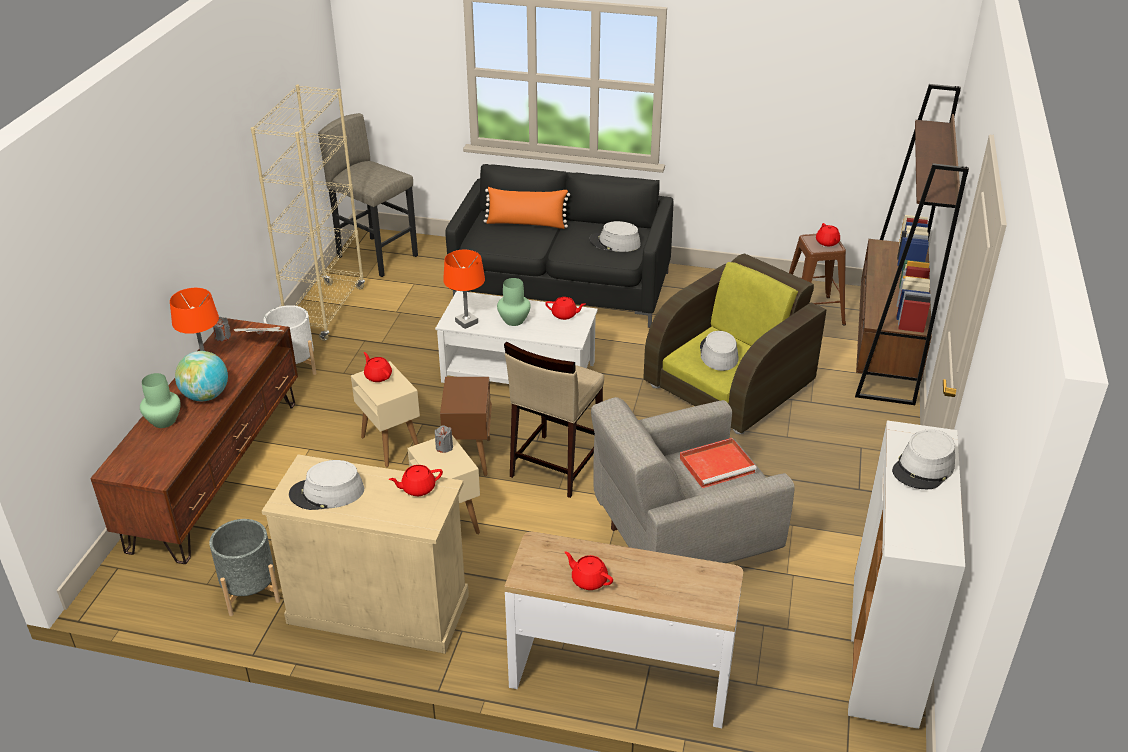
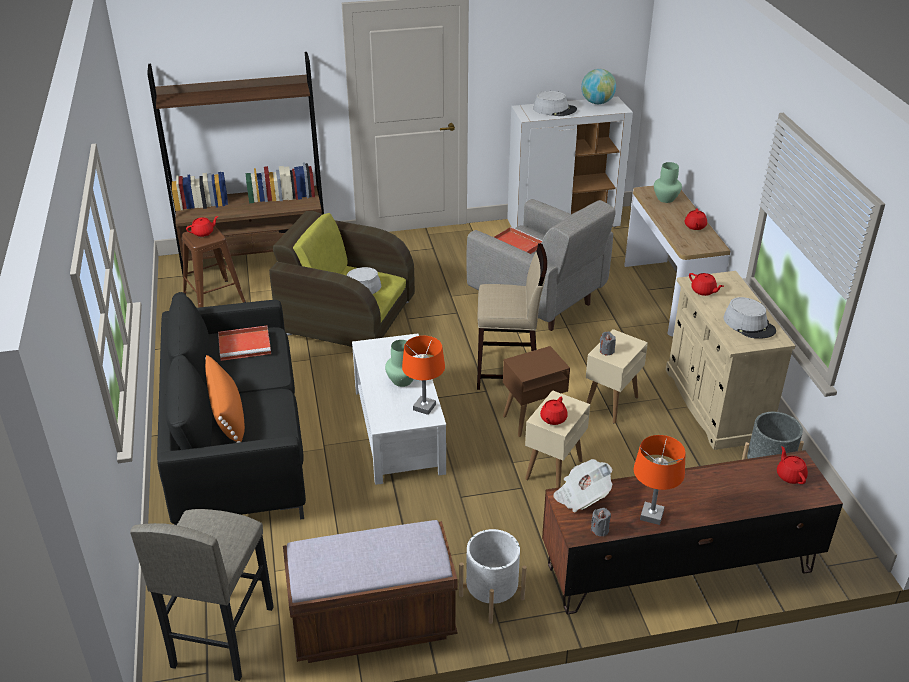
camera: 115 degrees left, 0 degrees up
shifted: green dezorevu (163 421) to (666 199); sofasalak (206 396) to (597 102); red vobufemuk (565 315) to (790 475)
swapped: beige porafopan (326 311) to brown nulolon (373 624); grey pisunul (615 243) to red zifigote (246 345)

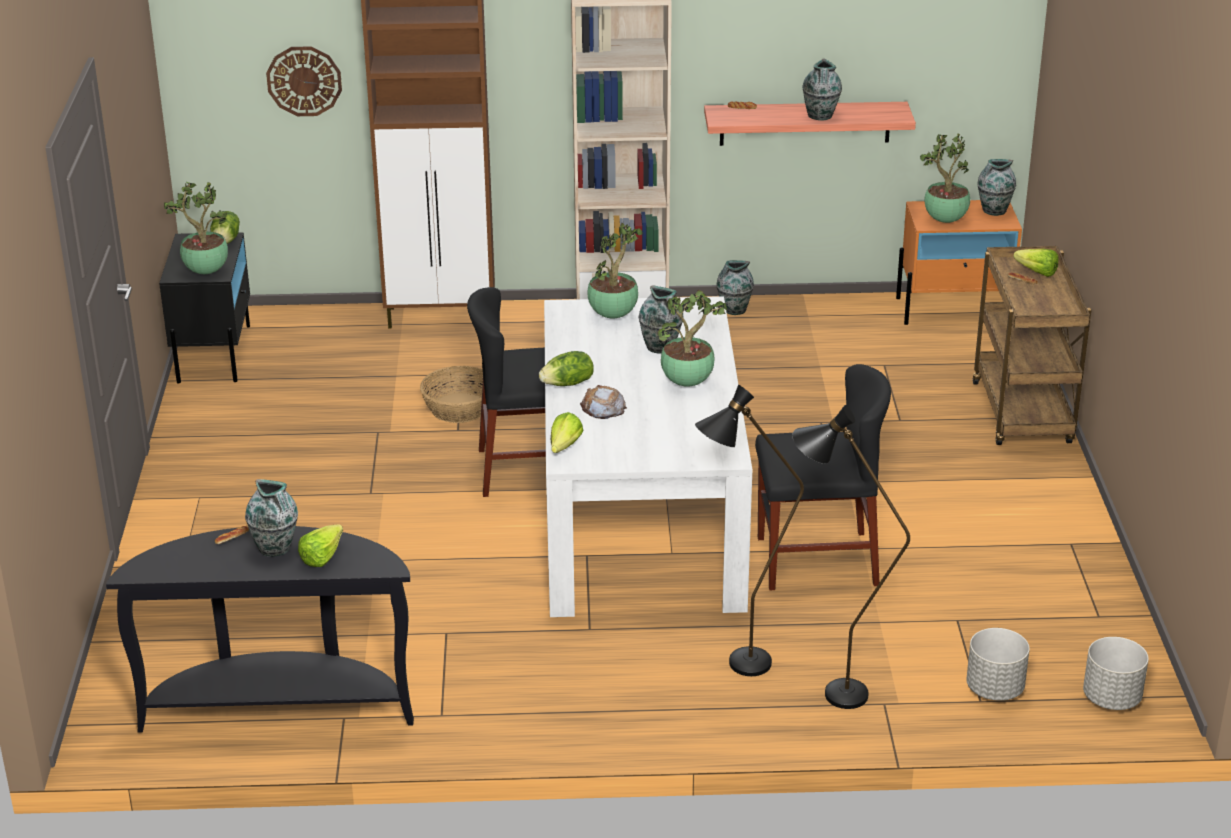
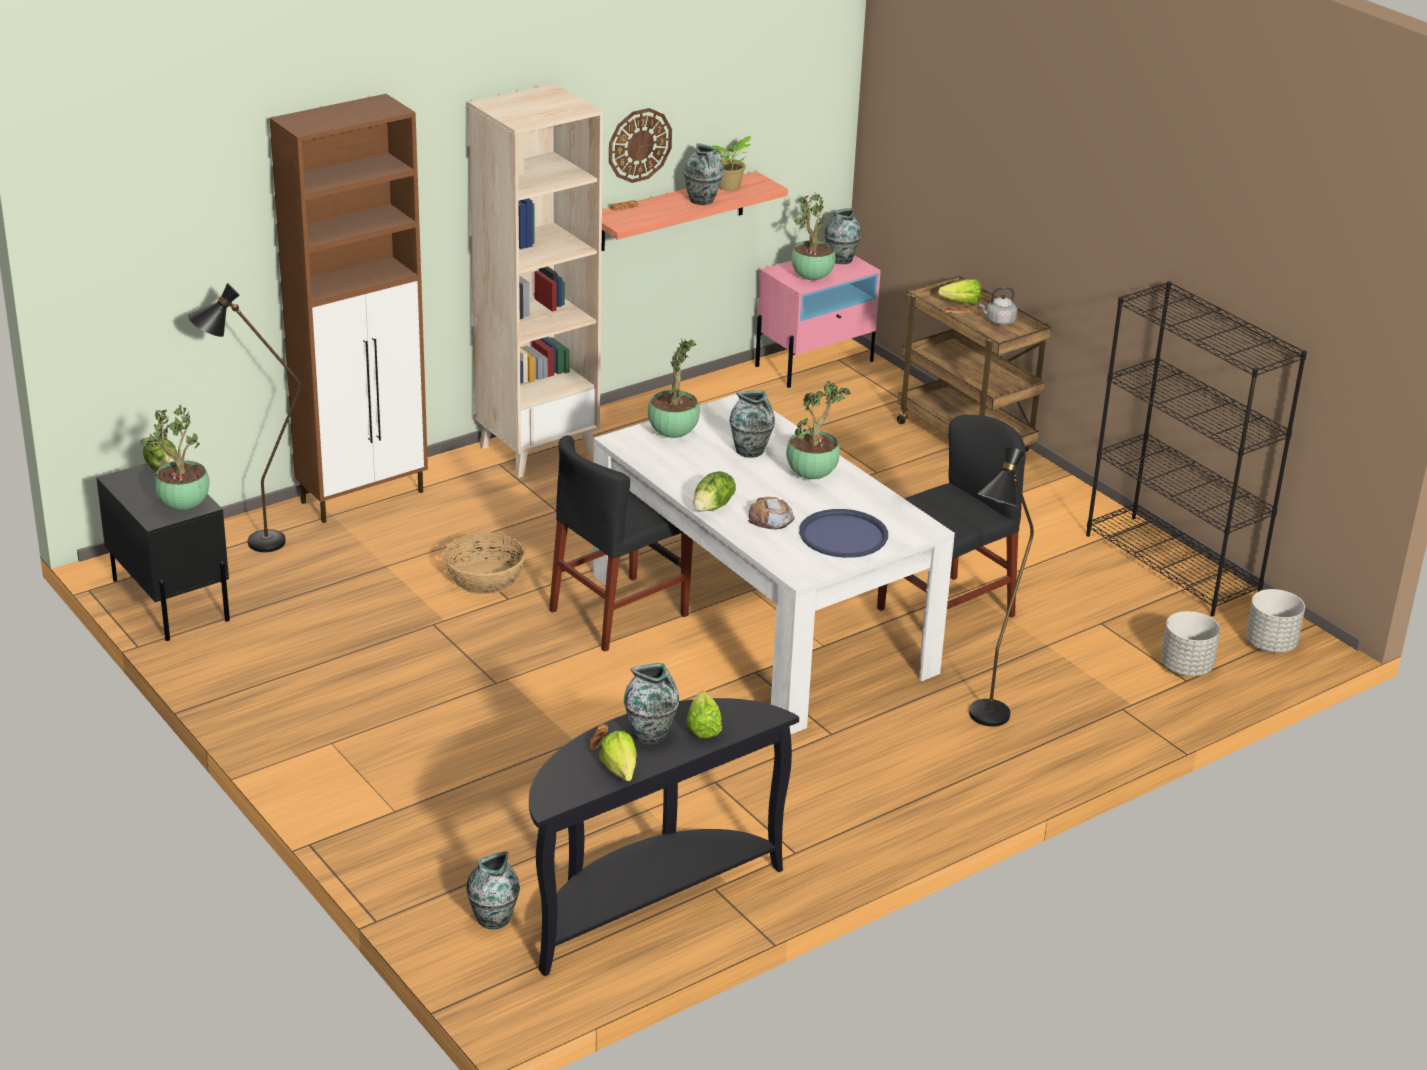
camera: 35 degrees left, 0 degrees up
new: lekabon (729 187); blue zifigote (843 535); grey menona (998 321); black porafopan (1173 565)
shifted: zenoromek (304 81) to (639 145); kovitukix (562 449) to (620 774); dezorevu (734 310) to (493 919); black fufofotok (829 693) to (252 545)
repainted: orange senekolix (955 310) to pink senekolix (815 363)

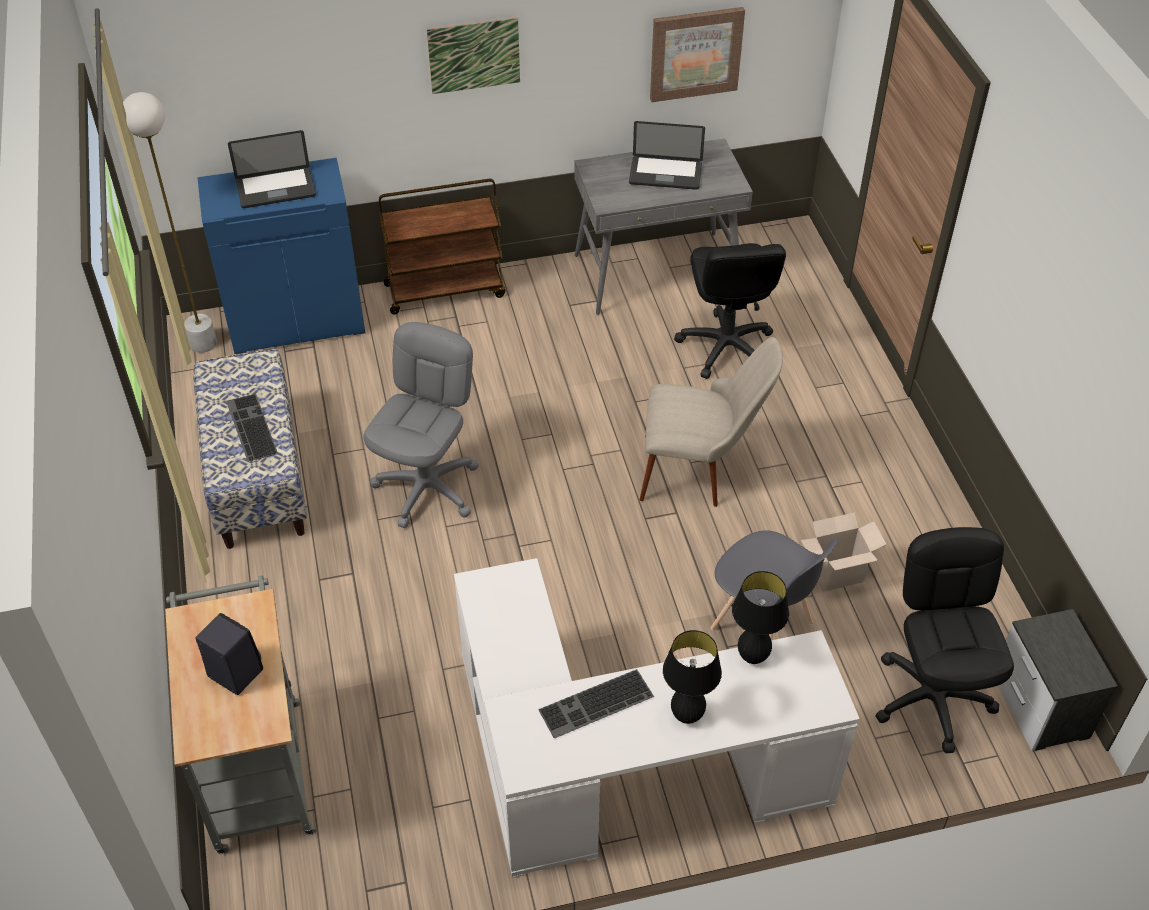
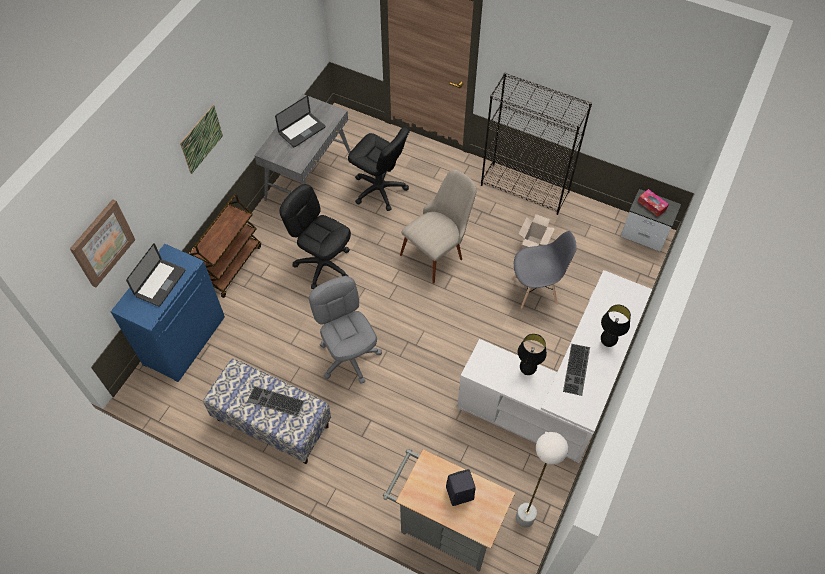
camera: 50 degrees left, 10 degrees up
new: black porafopan (525 188); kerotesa (652 205)
shifted: white fufofotok (203 343) to (524 518); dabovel (695 53) to (102 243); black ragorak (752 657) to (527 371); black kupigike (932 698) to (323 264)

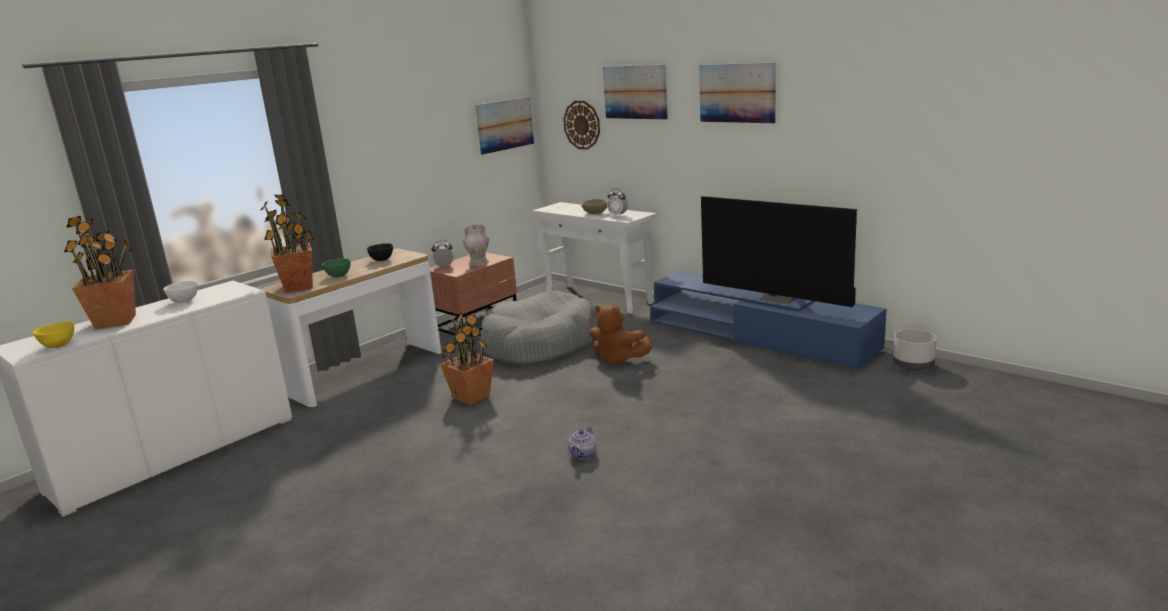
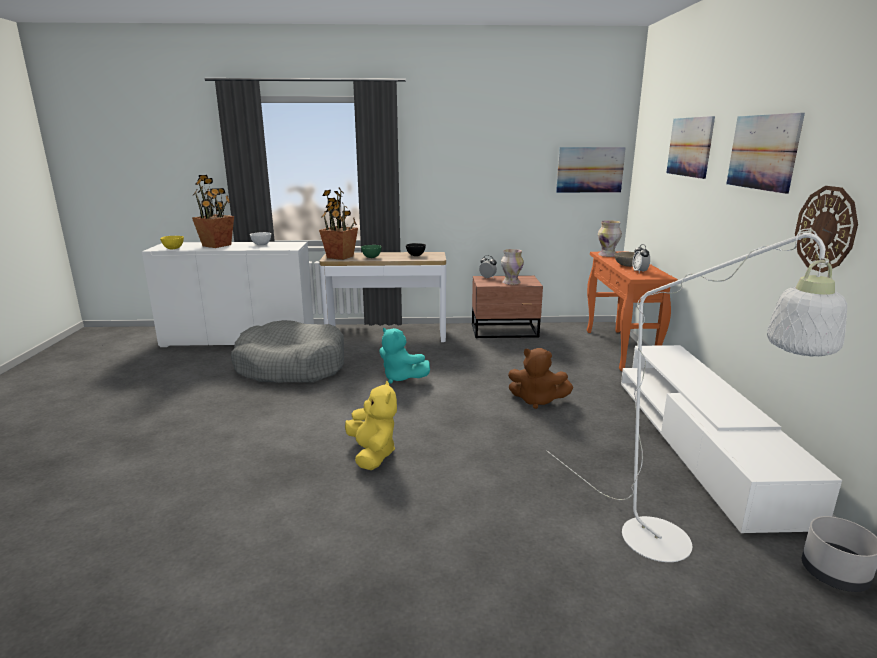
camera: 45 degrees right, 0 degrees up
gone: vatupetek (778 298)
new: white fufofotok (671 549); dezorevu (607 255)
shifted: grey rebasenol (539 344) to (291 366); zenoromek (582 125) to (826 229)
swapped: lekabon (471 396) to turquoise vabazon (401 378); vobufemuk (583 454) to yellow vabazon (372 454)
repainted: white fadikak (599 299) to orange fadikak (620 349); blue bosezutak (758 336) to white bosezutak (699 442)
rotated: brown vabazon (617 359) = (537 400) 60 degrees counterclockwise

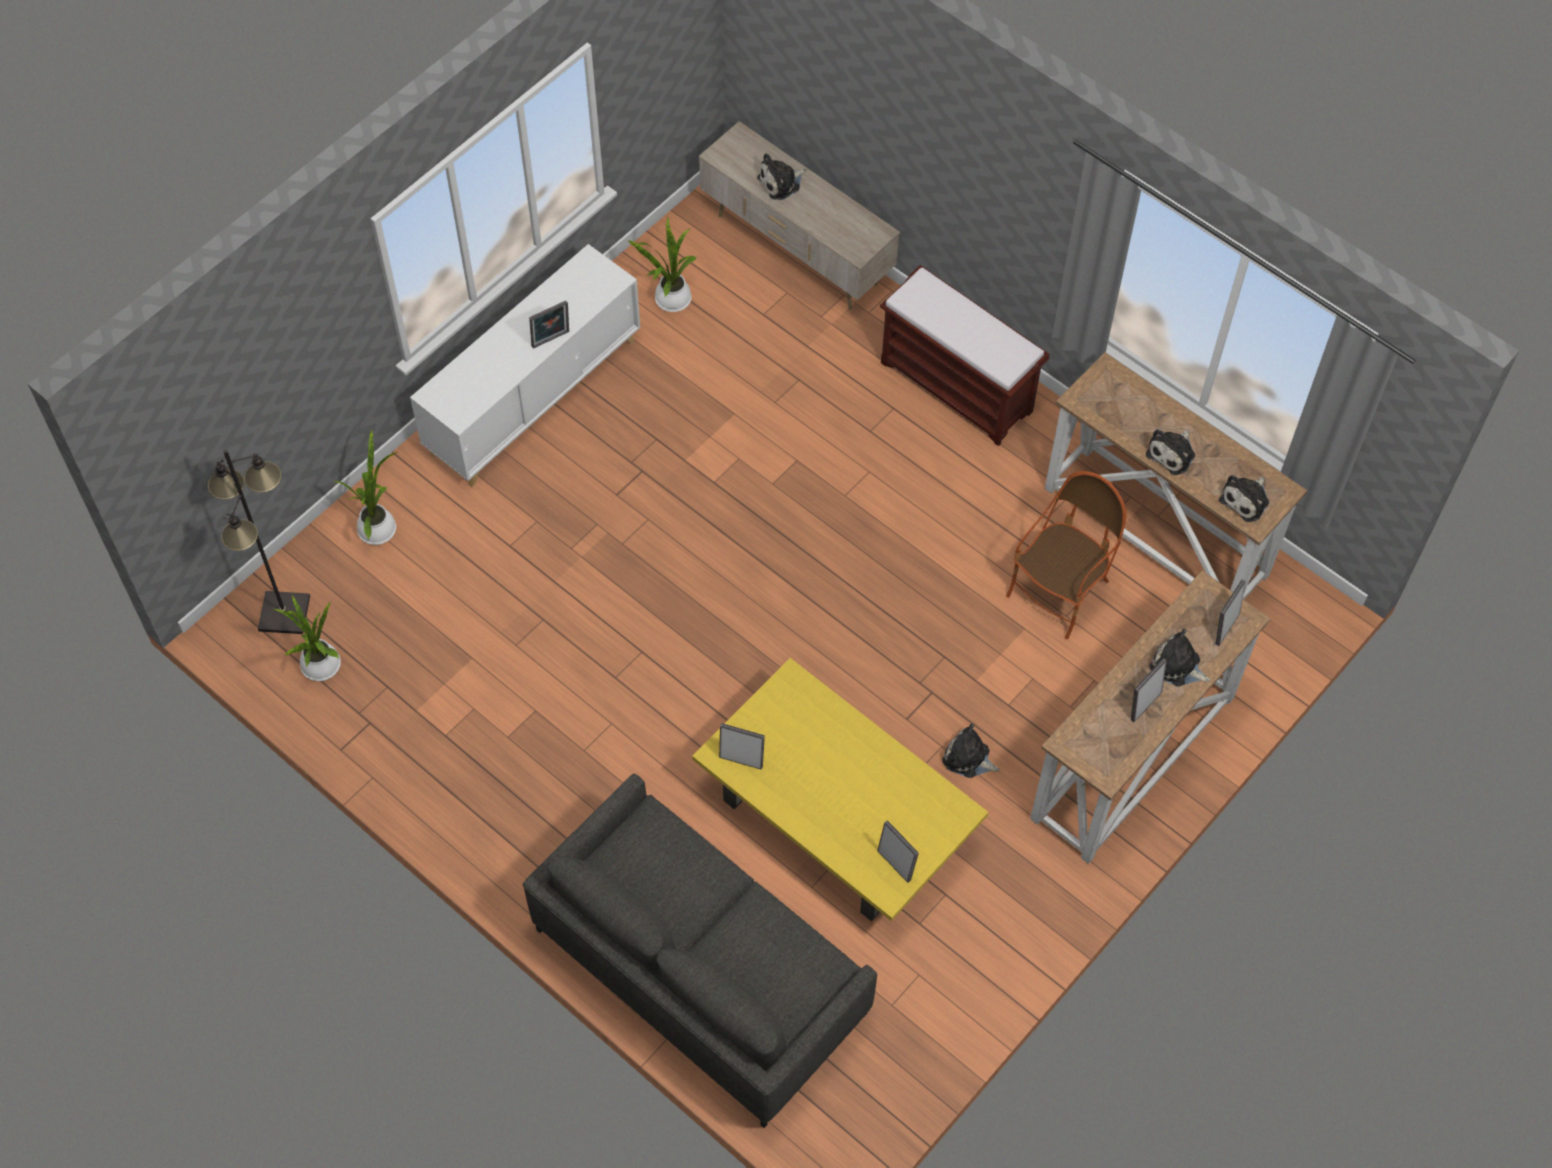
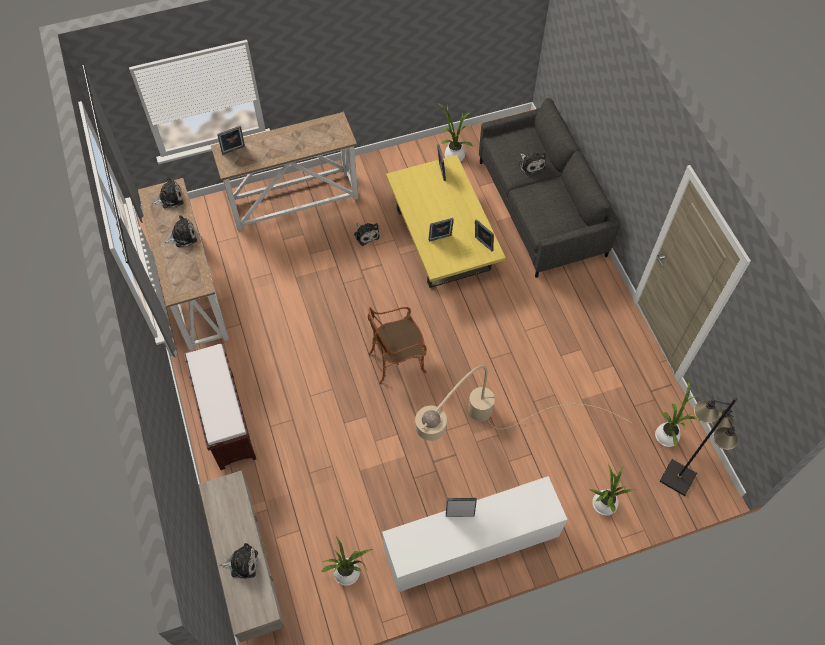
camera: 150 degrees left, 0 degrees up
new: beige fufofotok (476 440); lekabon (453 154)
shifted: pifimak (1059 592) to (397 360); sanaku (1143 704) to (440 239); vabazon (1177 666) to (531 164)

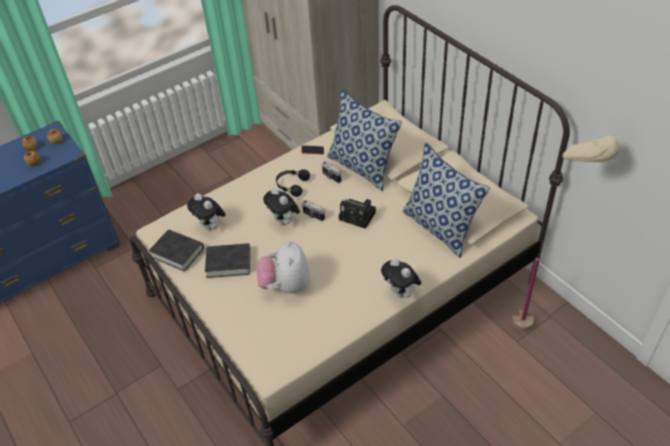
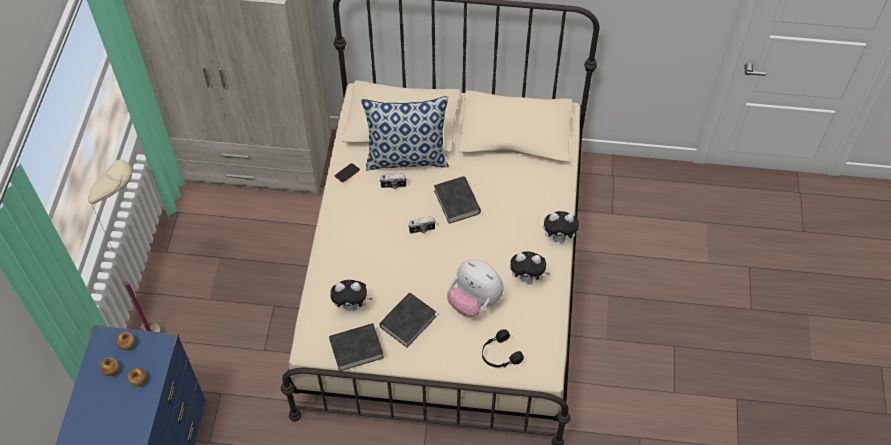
camera: 50 degrees left, 10 degrees up
gone: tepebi (440 228)
shifted: vabazon (284 221) to (527 278); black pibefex (291 185) to (499 354); beige fufofotok (538 321) to (163 322)
swapped: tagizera (359 216) to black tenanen (457 202)

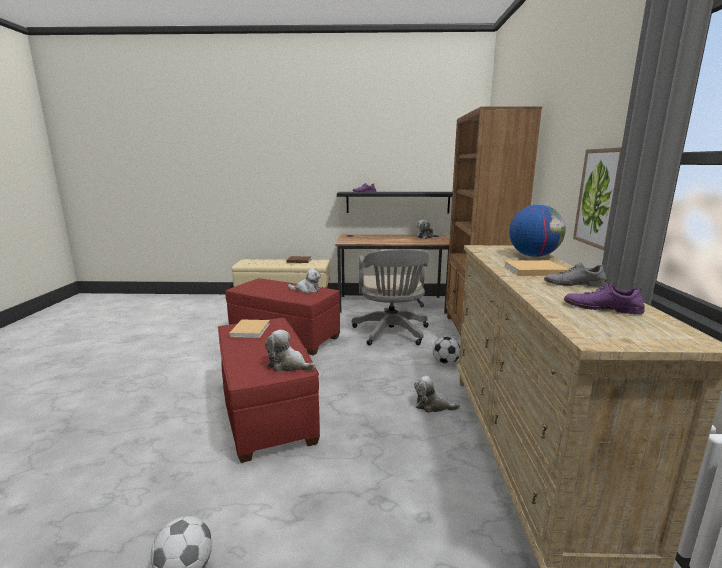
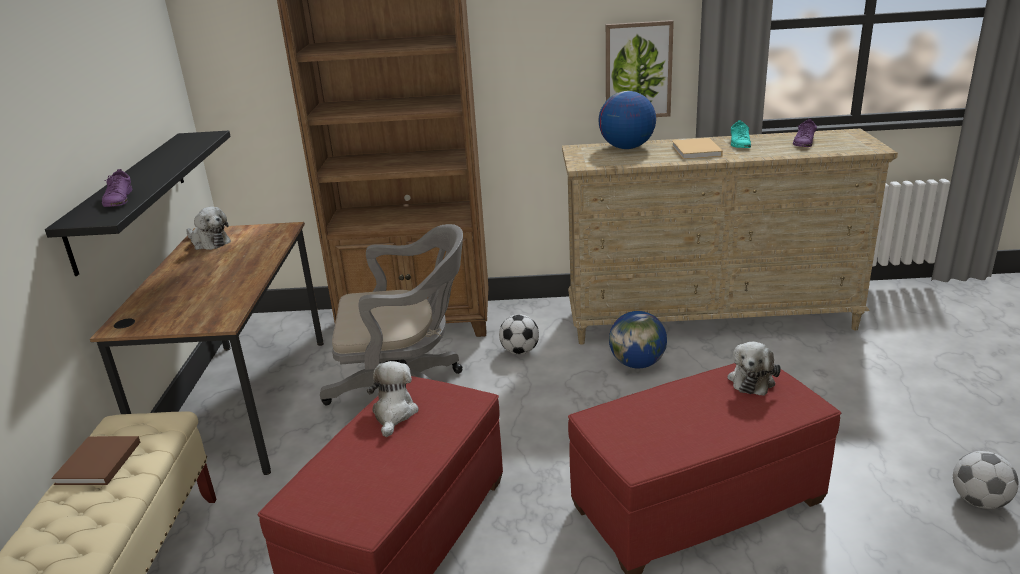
camera: 90 degrees left, 10 degrees up
gone: beige tenanen (250 329)
swapped: vabazon (432 406) to sofasalak (637 364)
repainted: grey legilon (574 284) to turquoise legilon (740 143)

